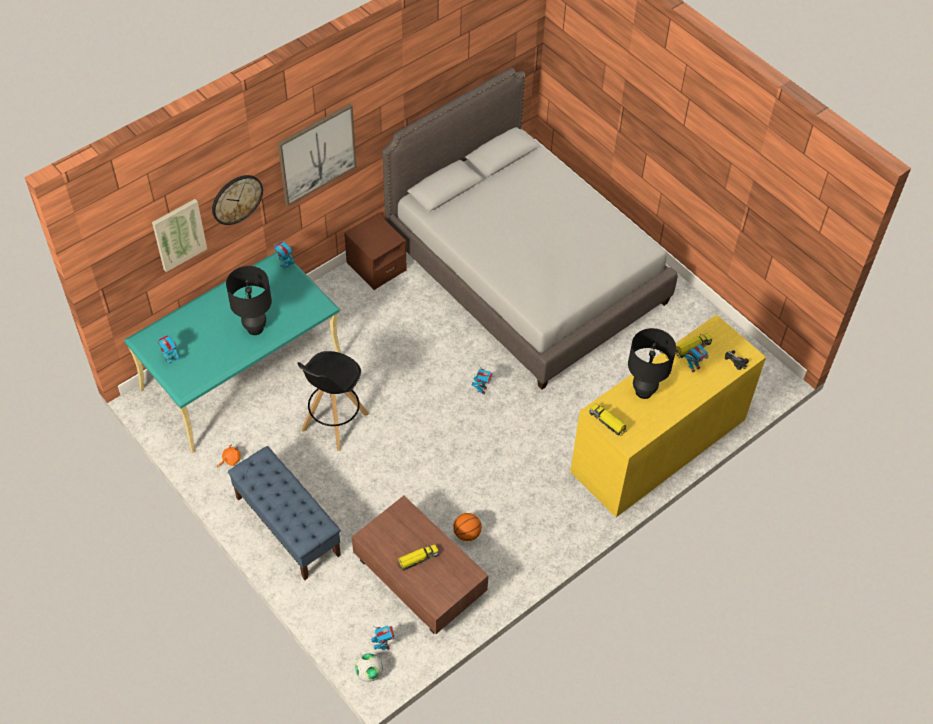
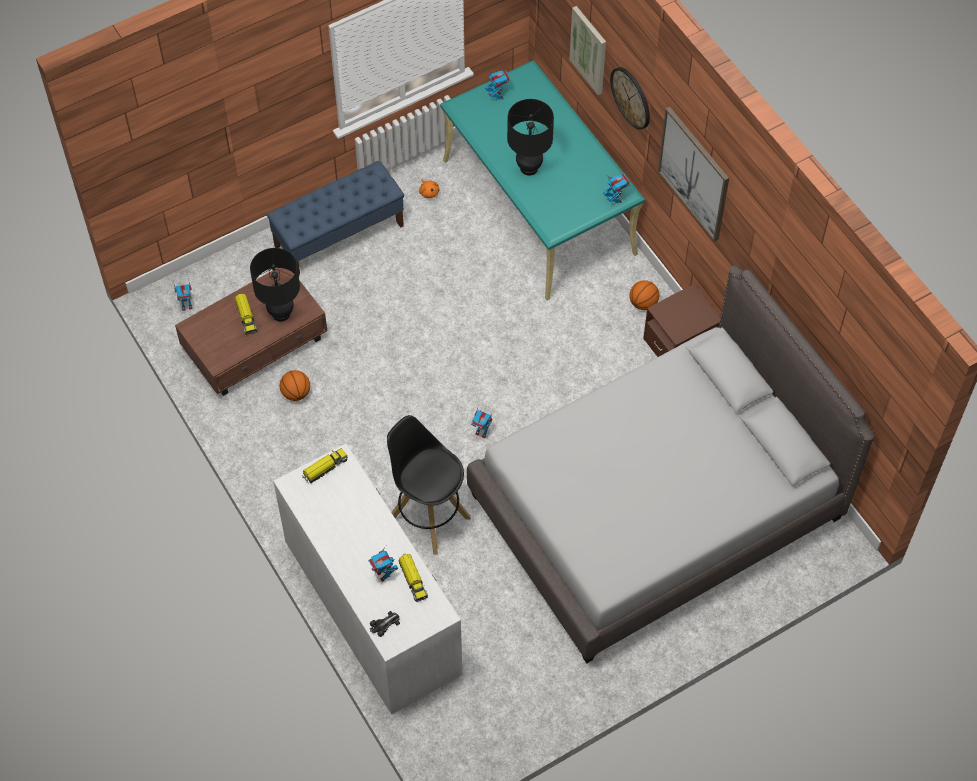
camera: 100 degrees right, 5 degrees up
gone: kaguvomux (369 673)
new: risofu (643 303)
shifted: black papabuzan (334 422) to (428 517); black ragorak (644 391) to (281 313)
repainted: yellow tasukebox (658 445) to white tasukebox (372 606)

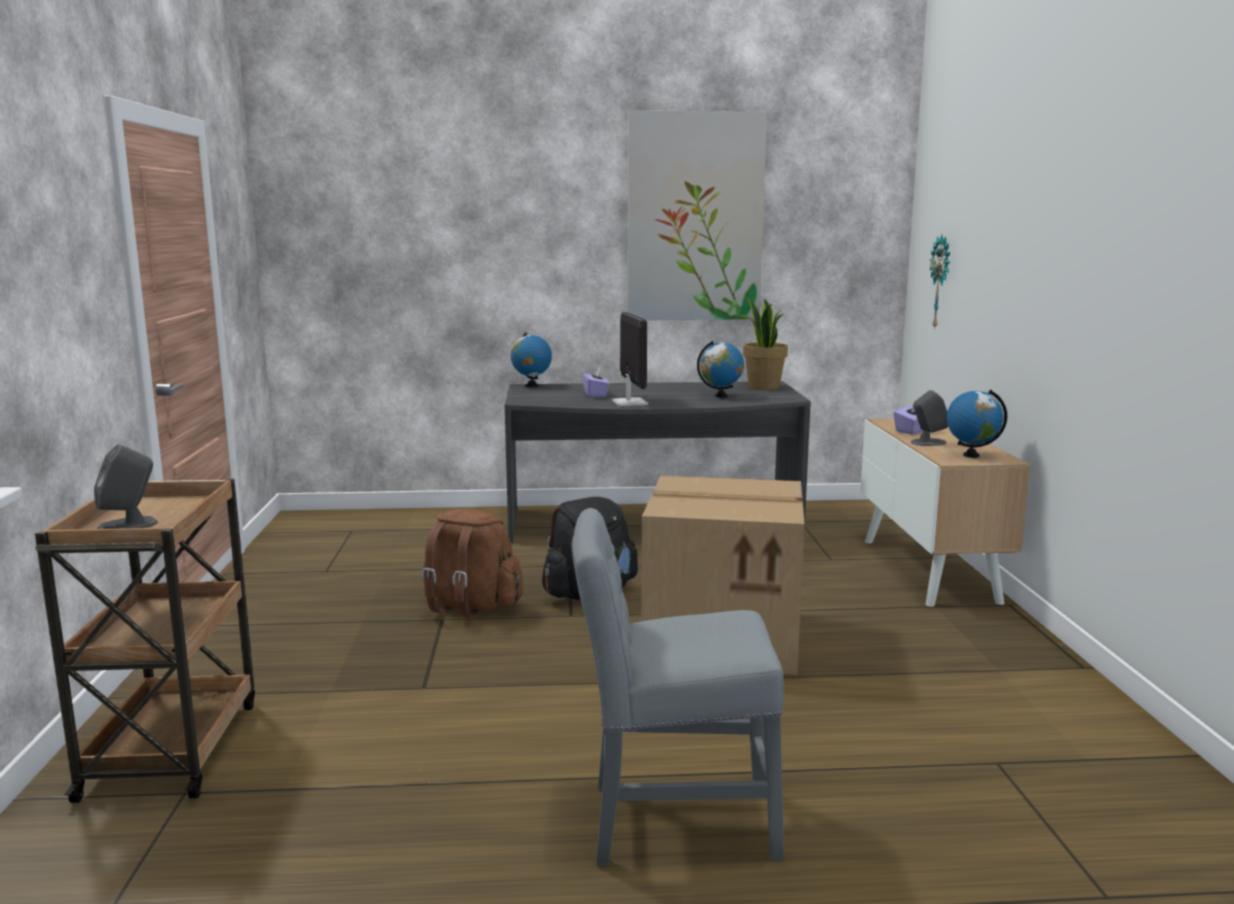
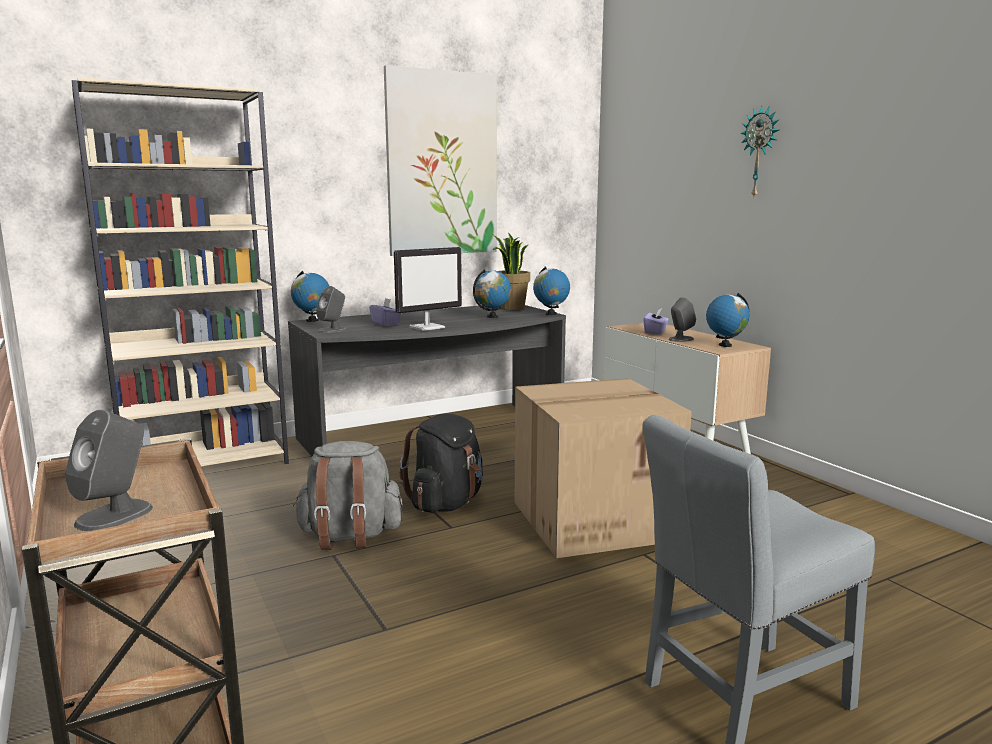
camera: 25 degrees left, 0 degrees up
new: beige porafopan (205 464); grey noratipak (333 330); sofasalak (551 314)
shifted: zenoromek (942 282) to (760 152)
repainted: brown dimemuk (471 606) to grey dimemuk (349 537)
rotated: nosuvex (629 403) = (427 327) 90 degrees clockwise

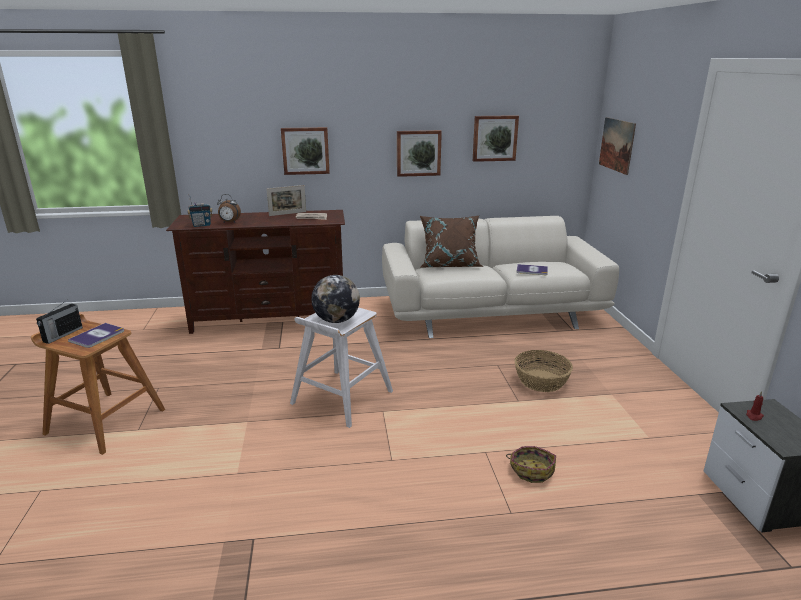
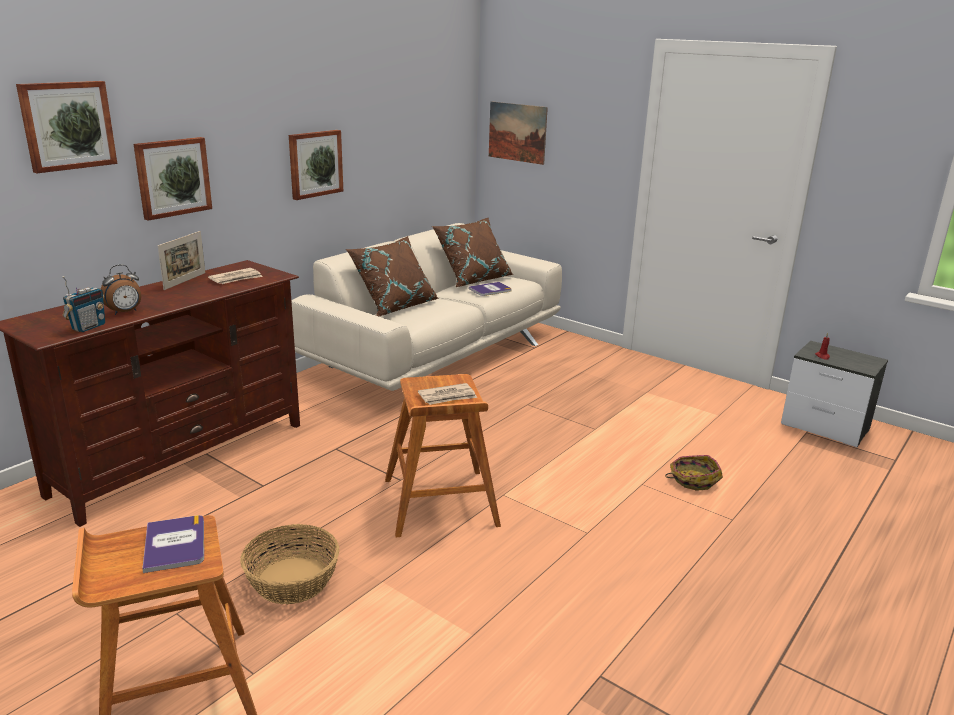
camera: 45 degrees left, 0 degrees up
gone: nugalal (62 335)
new: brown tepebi (473 279)
shifted: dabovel (494 138) to (67 125); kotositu (541 381) to (293 580)
swapped: sofasalak (336 320) to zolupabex (448 397)
repainted: white papabuzan (341 398) to brown papabuzan (440 503)

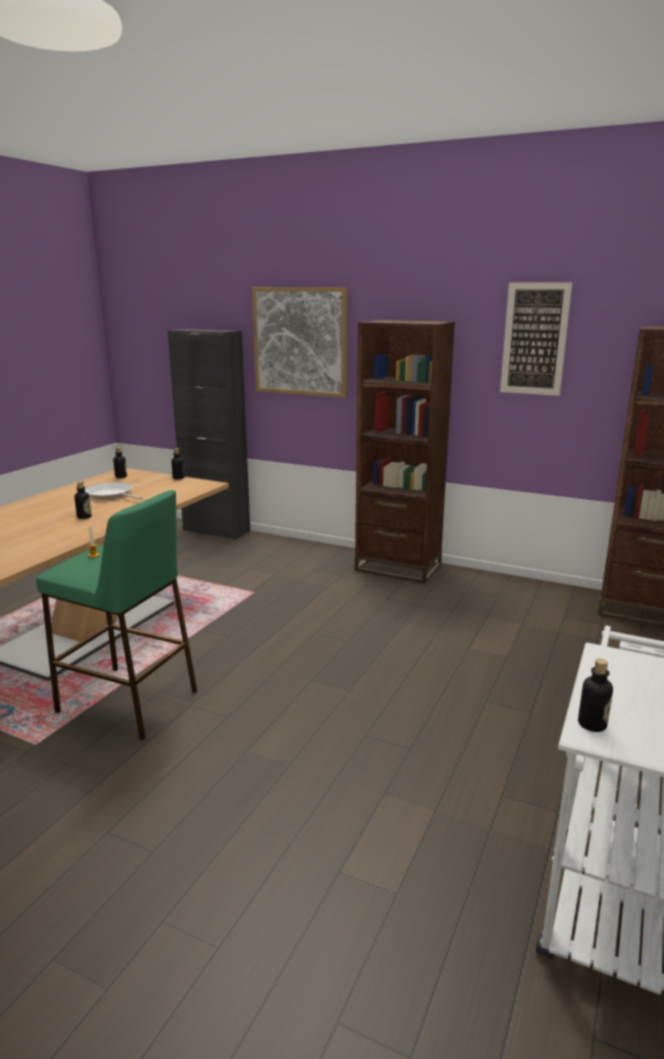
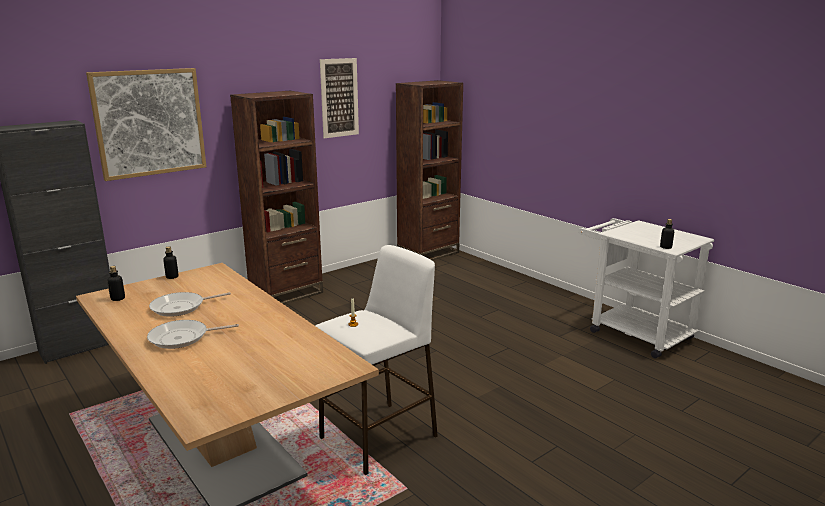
camera: 65 degrees left, 0 degrees up
gone: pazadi (84 517)
new: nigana (182 338)
repainted: green papabuzan (128 702) to white papabuzan (379 437)

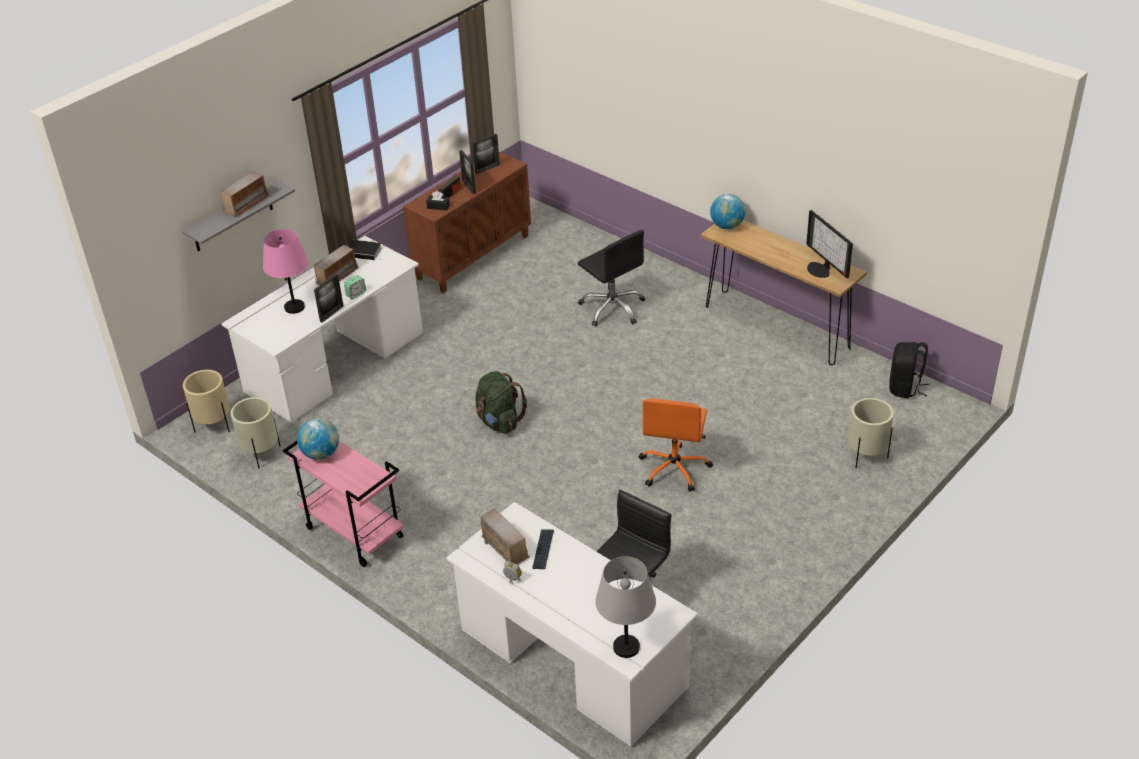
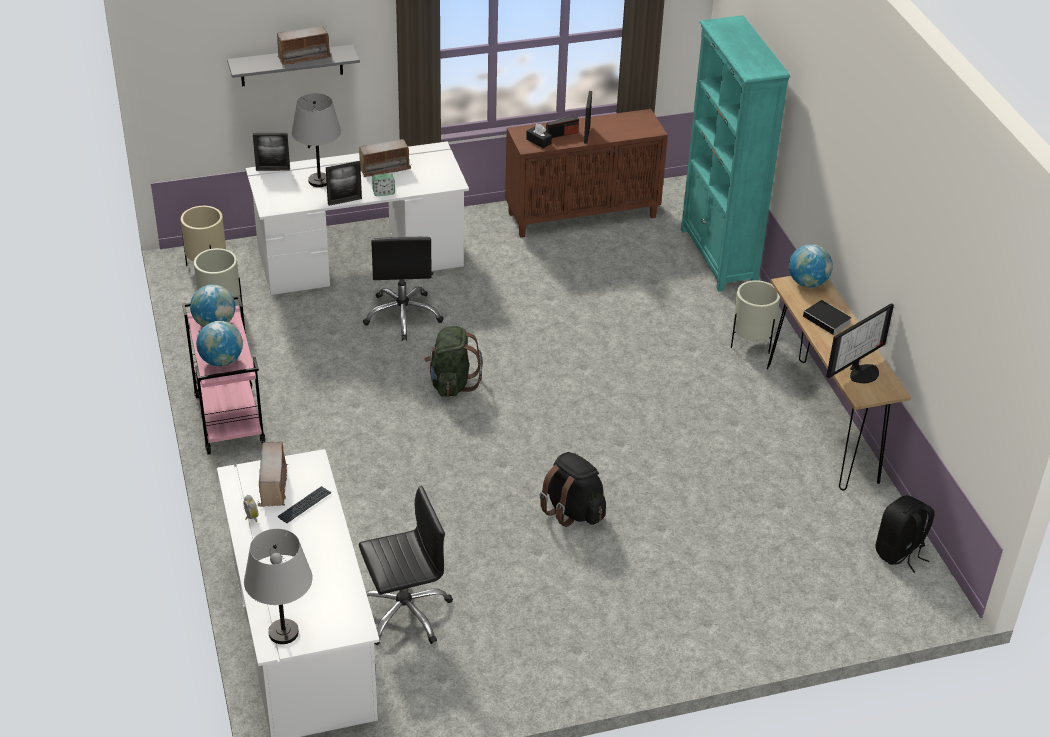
camera: 30 degrees right, 0 degrees up
new: sofasalak (221 361); turquoise porafopan (718 257)
shifted: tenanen (365 252) to (828 320); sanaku (487 169) to (273 169); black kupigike (612 308) to (403 315); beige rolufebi (866 456) to (751 343)
swapped: orange kupigike (674 468) to black dimemuk (572 510)
repainted: pink ragorak (294 307) to grey ragorak (319 181)
rotated: nosuvex (821 269) = (861 371) 135 degrees counterclockwise

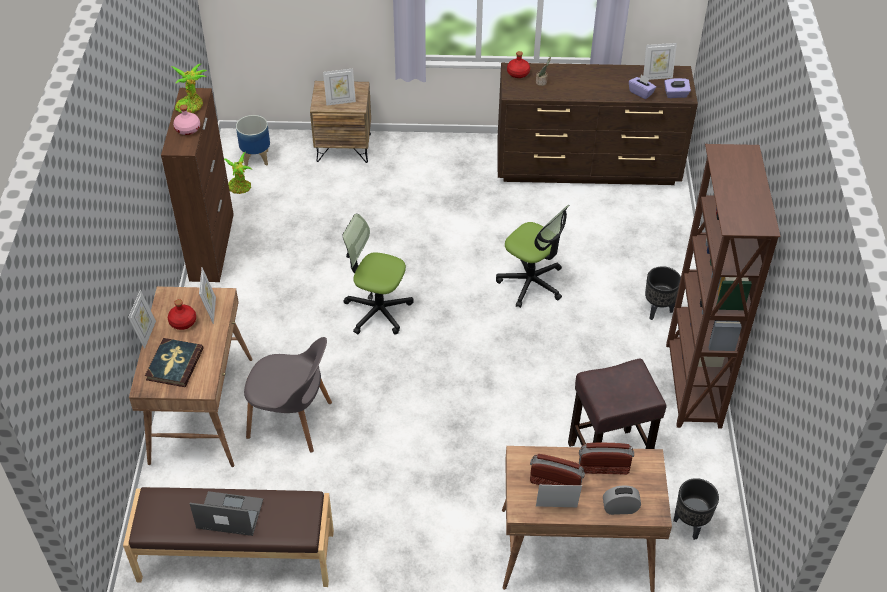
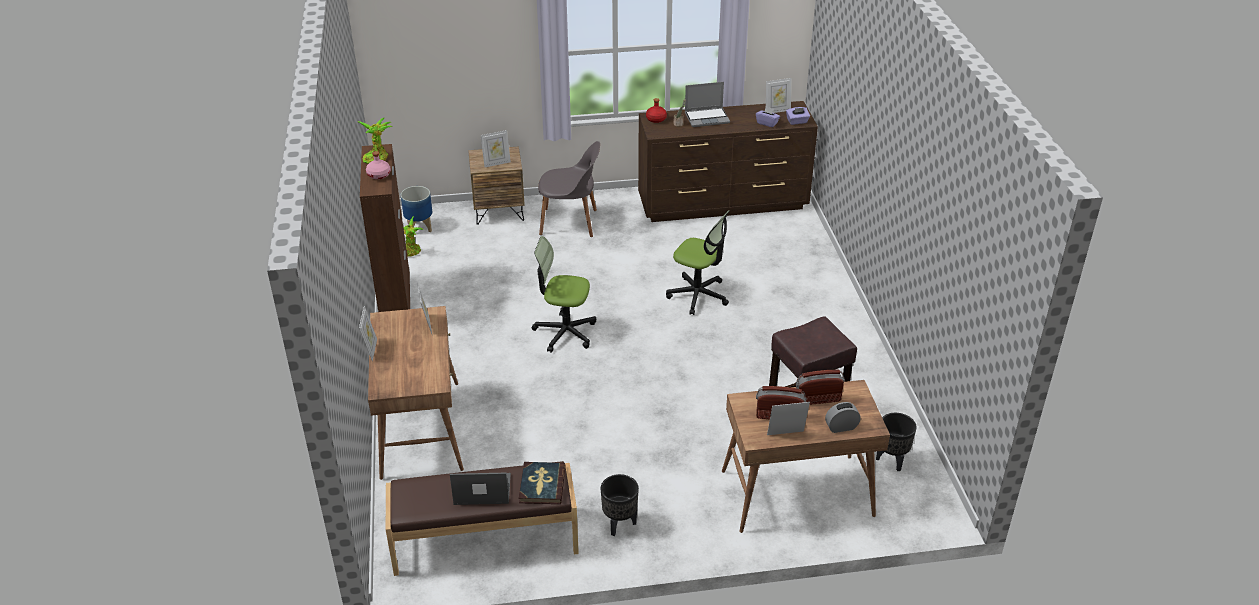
camera: 10 degrees left, 10 degrees down
gone: red pazadi (182 322); brown porafopan (692 386)
new: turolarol (707 118)
shifted: tenanen (174 364) to (542 485); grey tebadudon (292 421) to (570 222); black rolufebi (658 310) to (620 524)

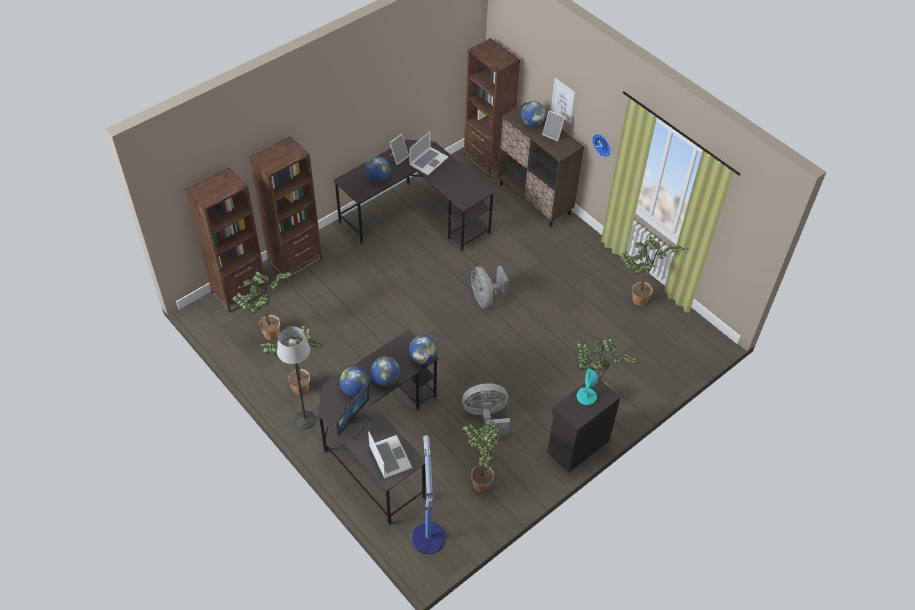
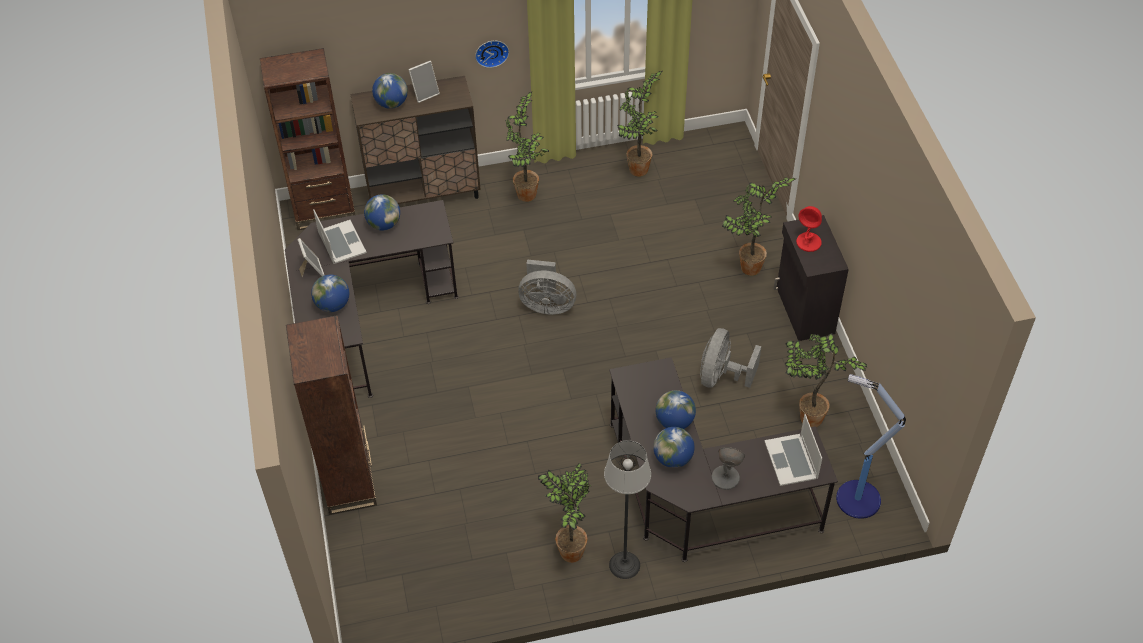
camera: 60 degrees left, 0 degrees up
gone: brown porafopan (240 292); dabovel (563 100)
shifted: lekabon (269 335) to (527 197); sofasalak (423 358) to (384 224)
swapped: nosuvex (354 424) to grey ragorak (725 478)
repainted: turquoise ragorak (586 397) to red ragorak (809 242)
rotated: turolarol (390 457) = (791 459) 105 degrees counterclockwise

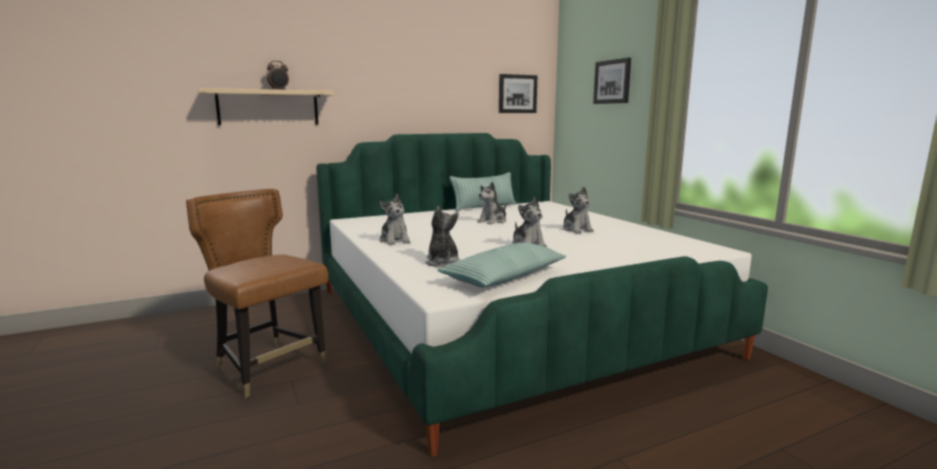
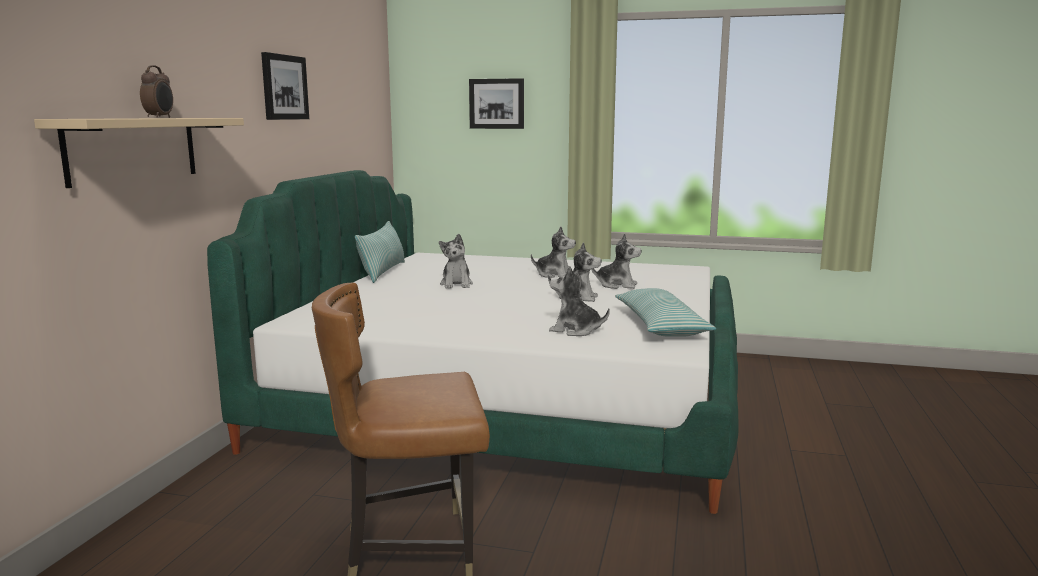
camera: 50 degrees left, 0 degrees up
shifted: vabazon (395 240) to (617 285); dabovel (517 94) to (284 87)

